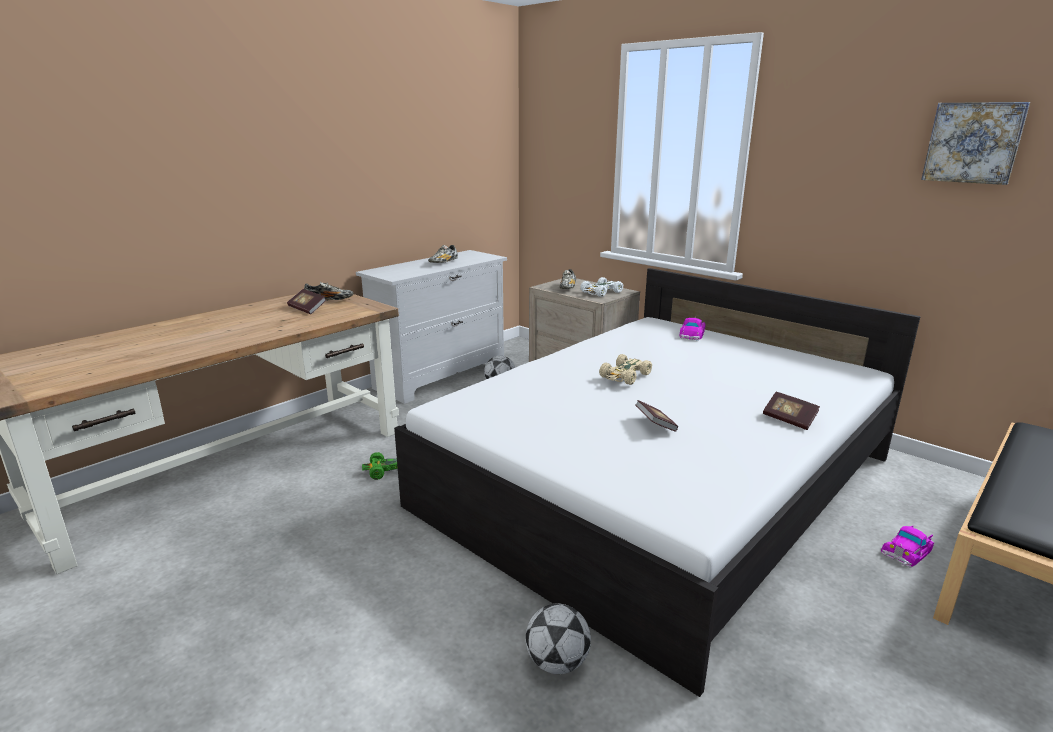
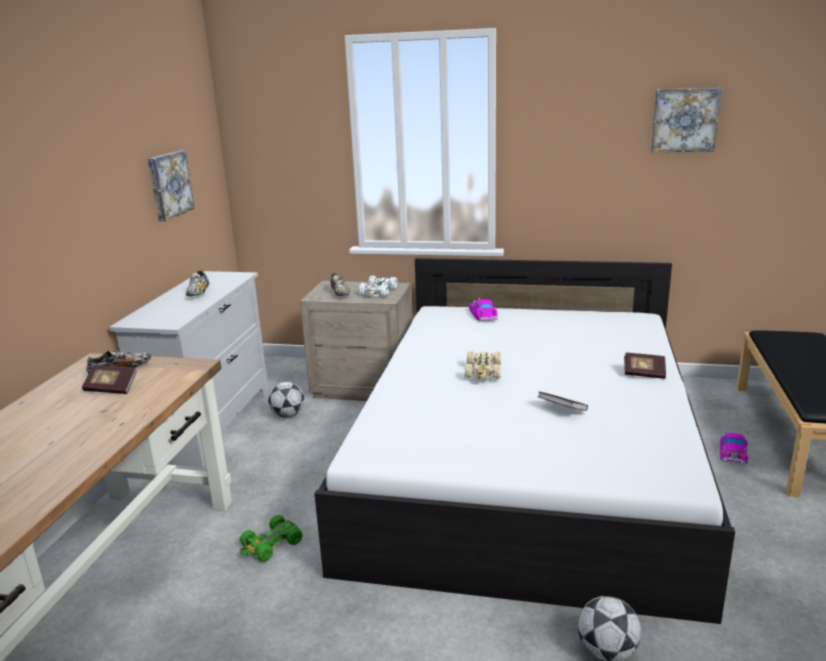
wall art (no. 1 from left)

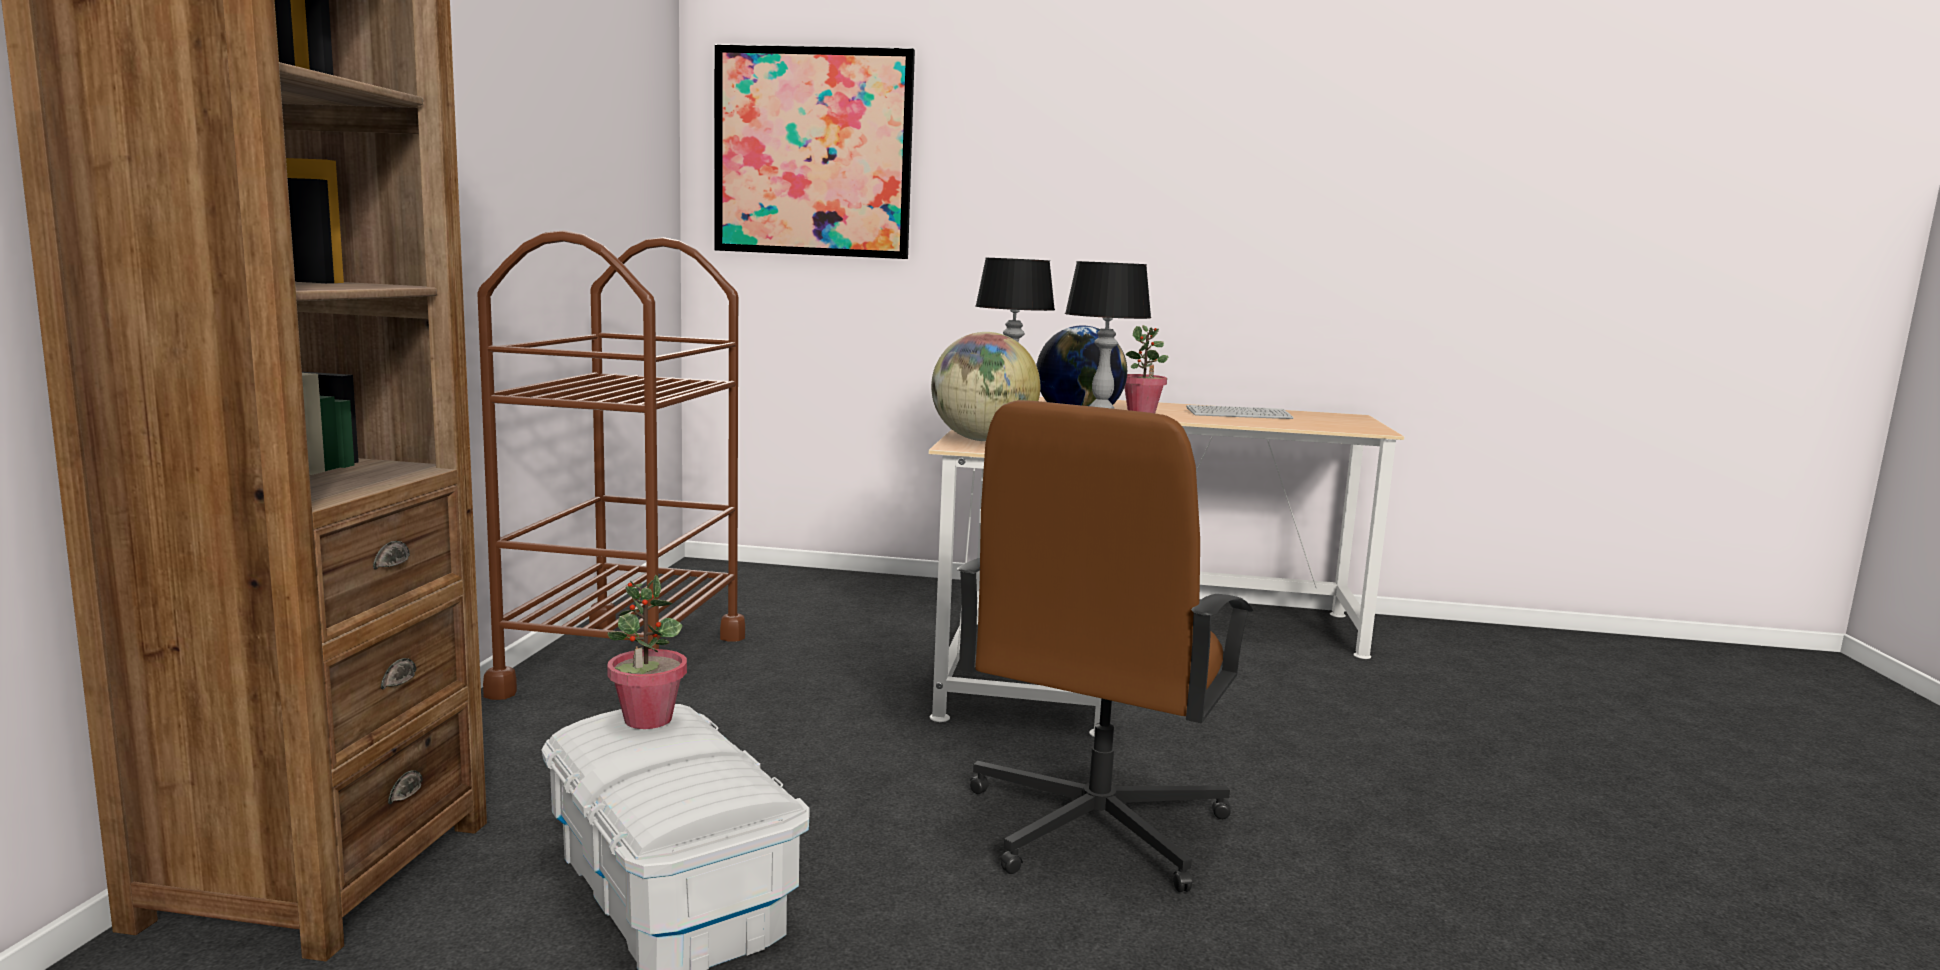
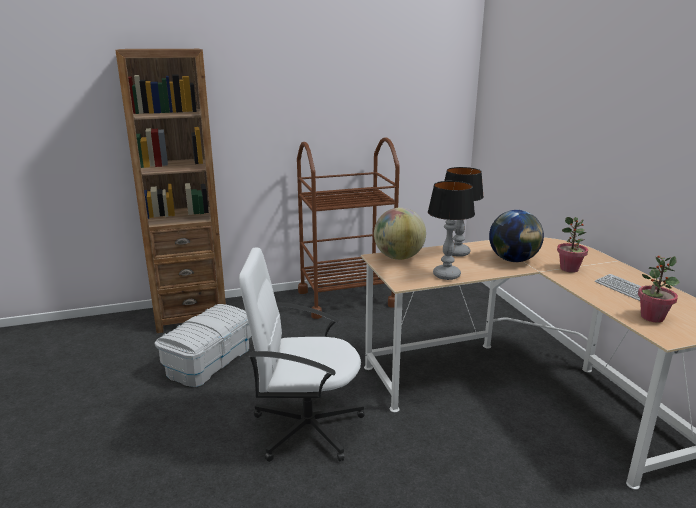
wall art
white-coloured computer chair
plant in a pot (no. 2 from left)

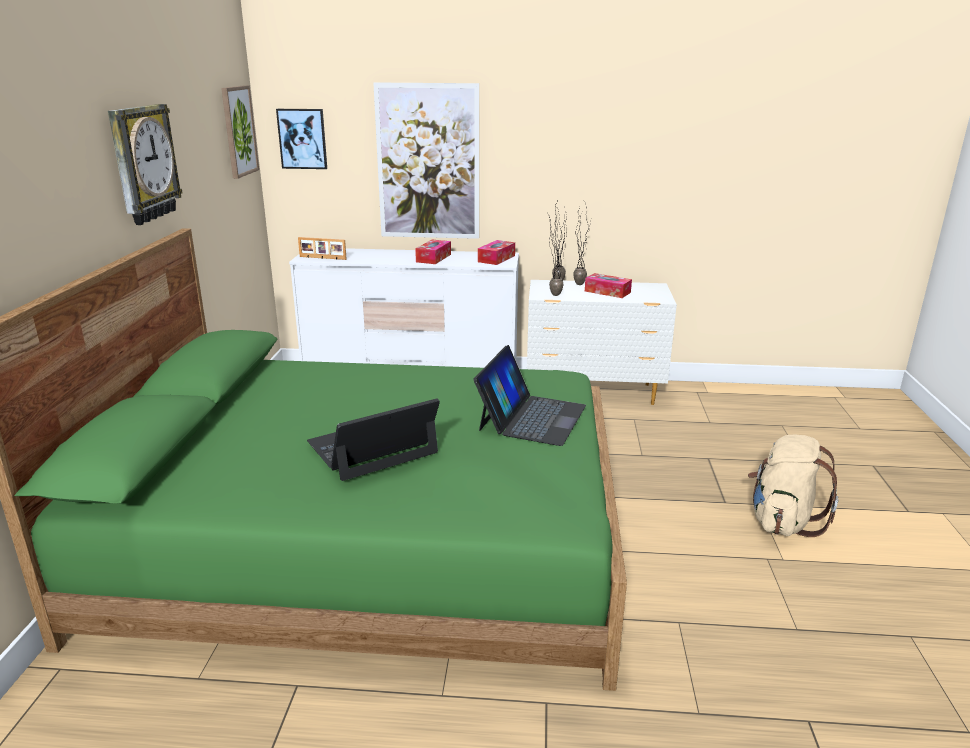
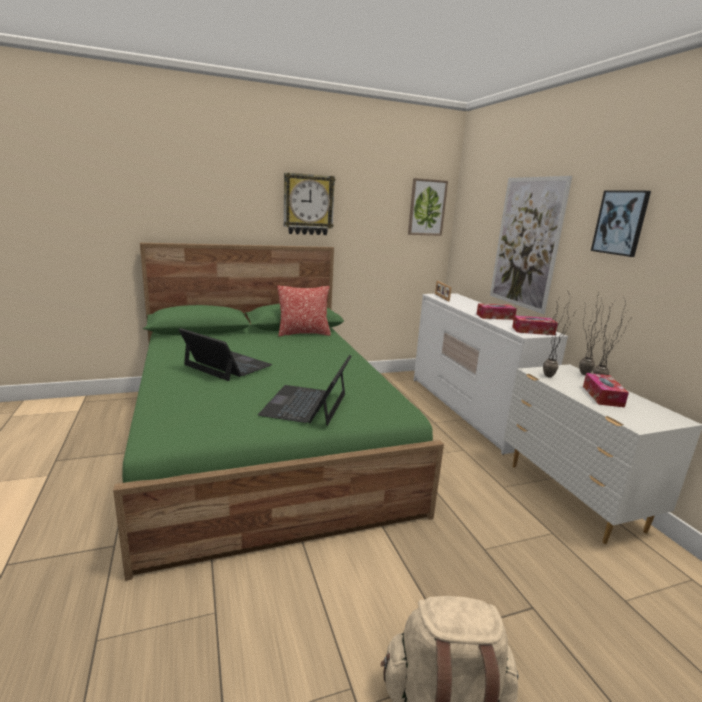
wall art (no. 3 from left)
laptop (no. 2 from left)
throw pillow

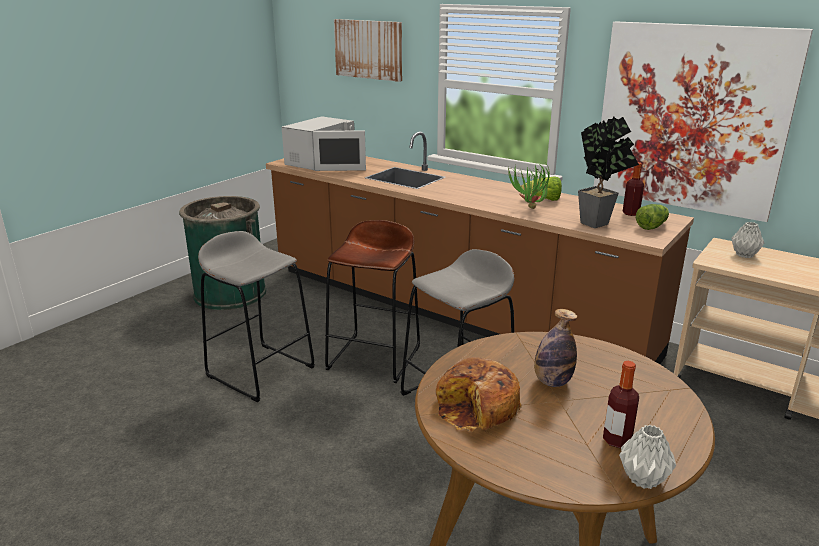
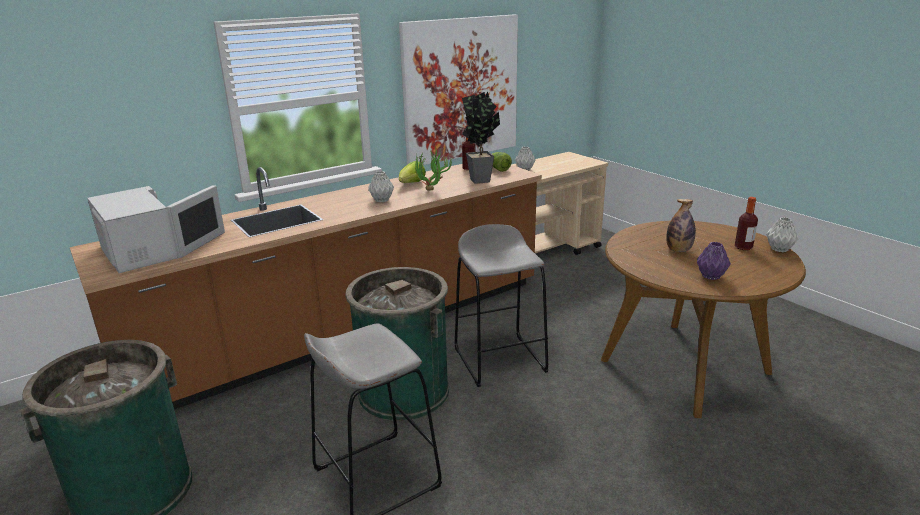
wall art (no. 1 from left in the first image)
green trash can (no. 2 from left)
purple vase
gray vase (no. 1 from left)

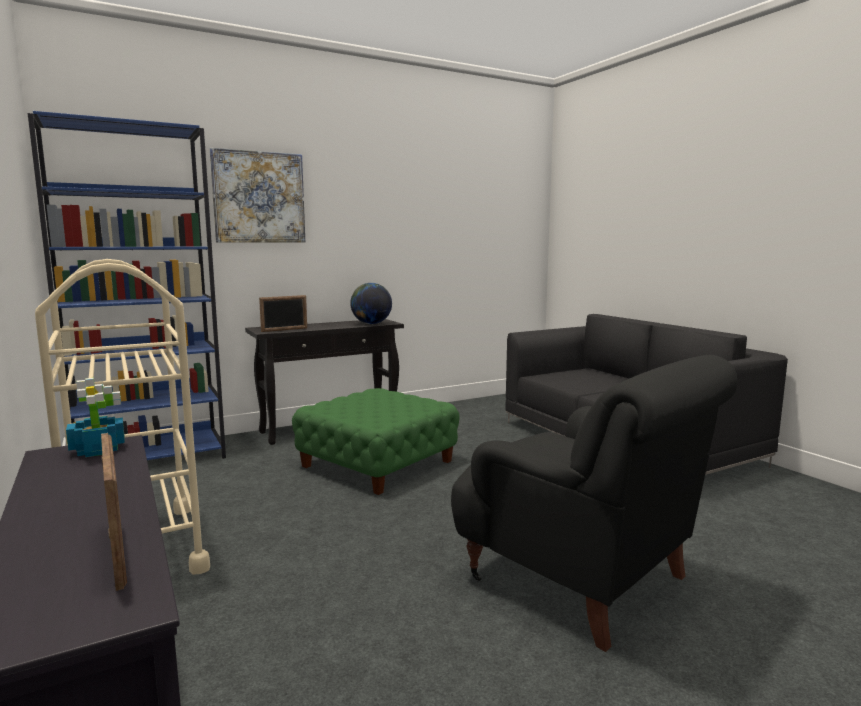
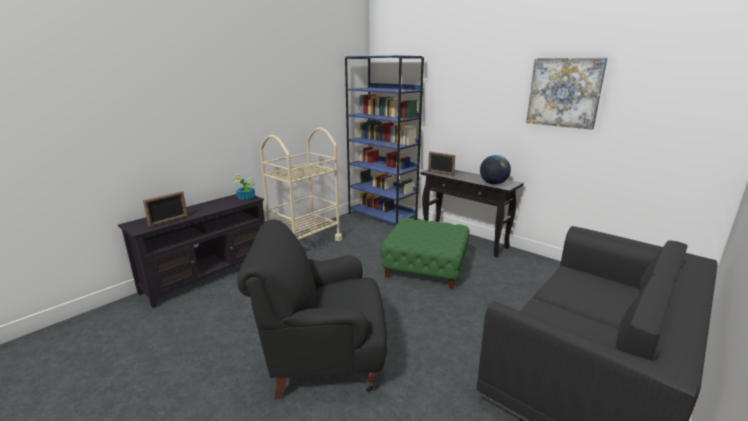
wall art
black lounge chair

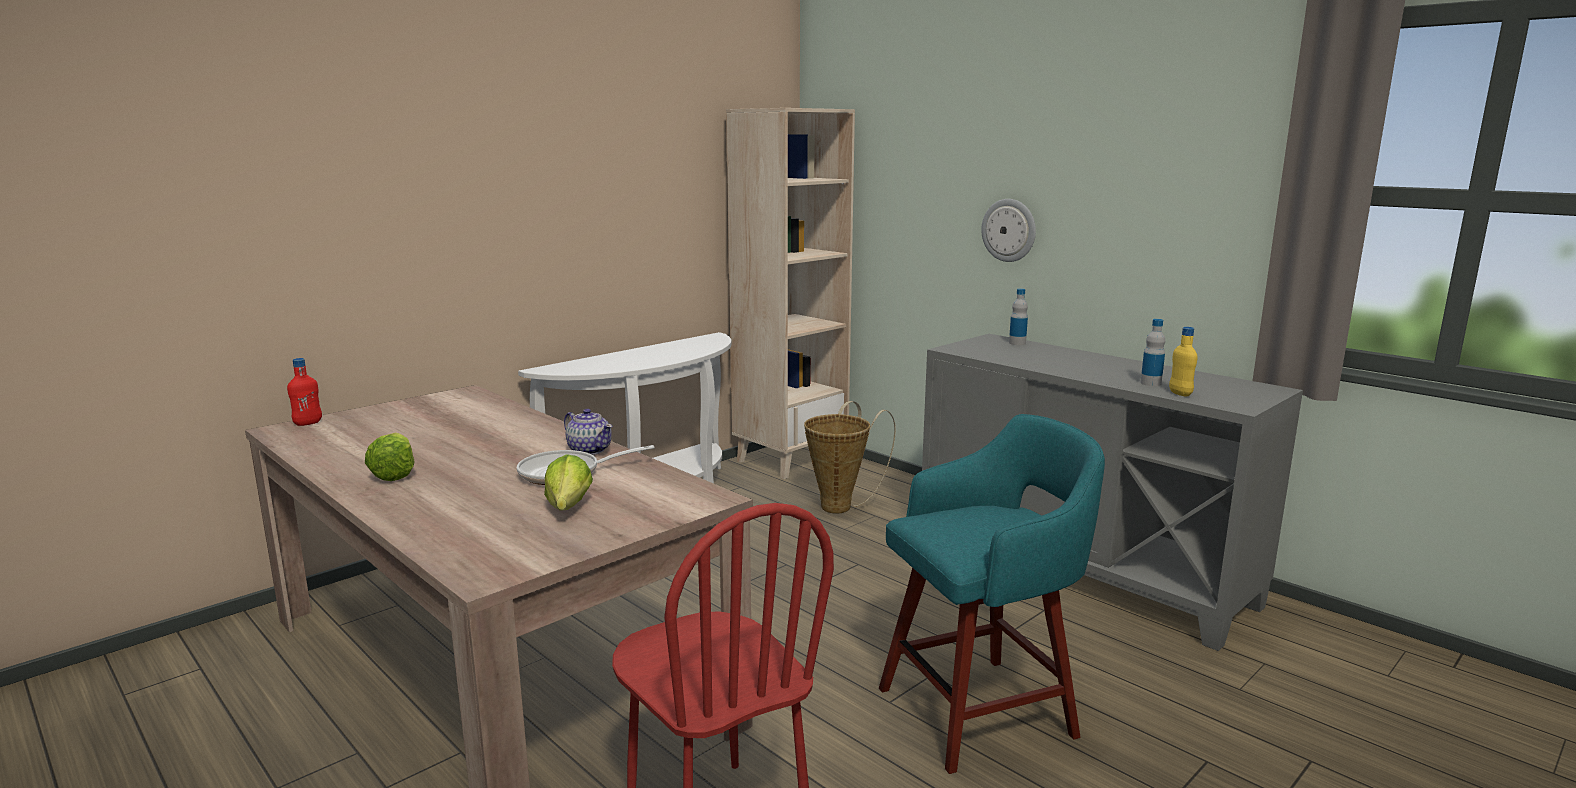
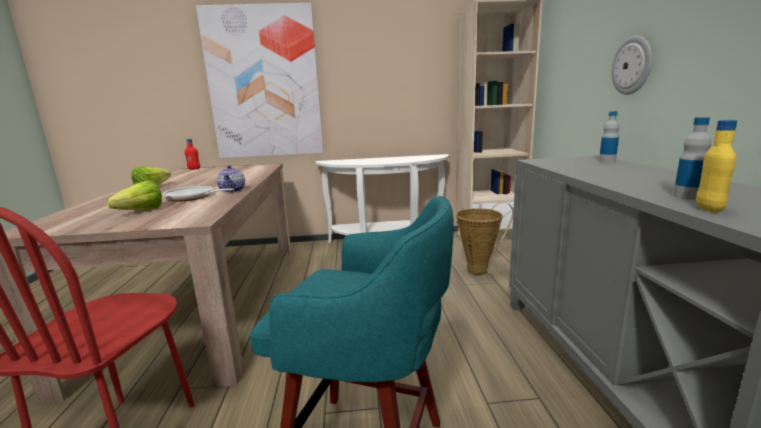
wall art

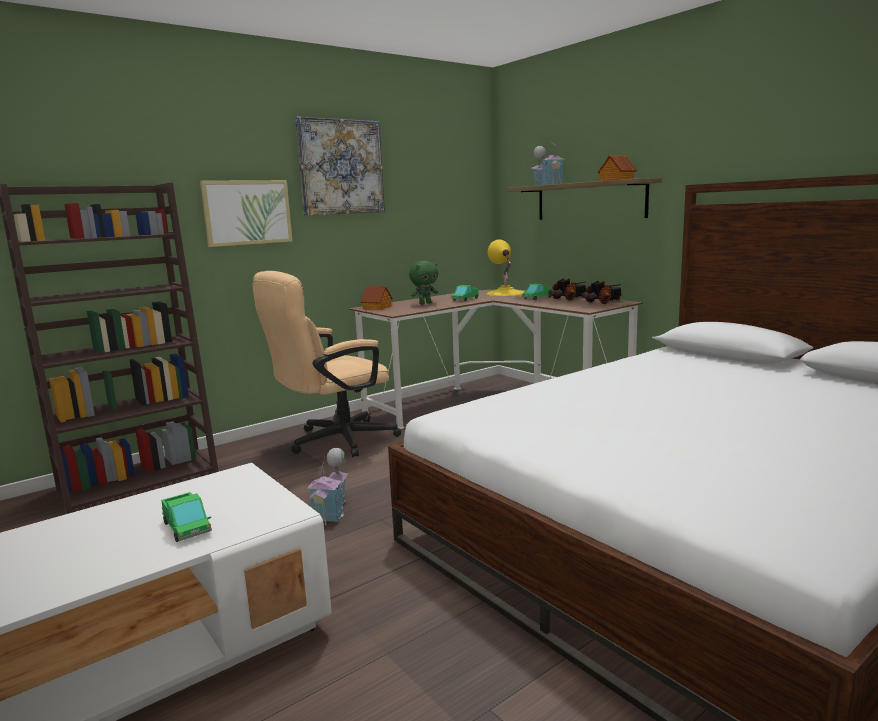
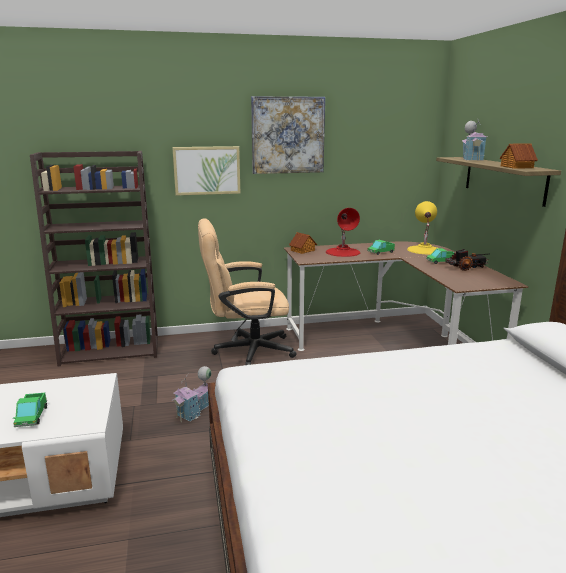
red tabletop lamp
model truck (no. 5 from left in the first image)

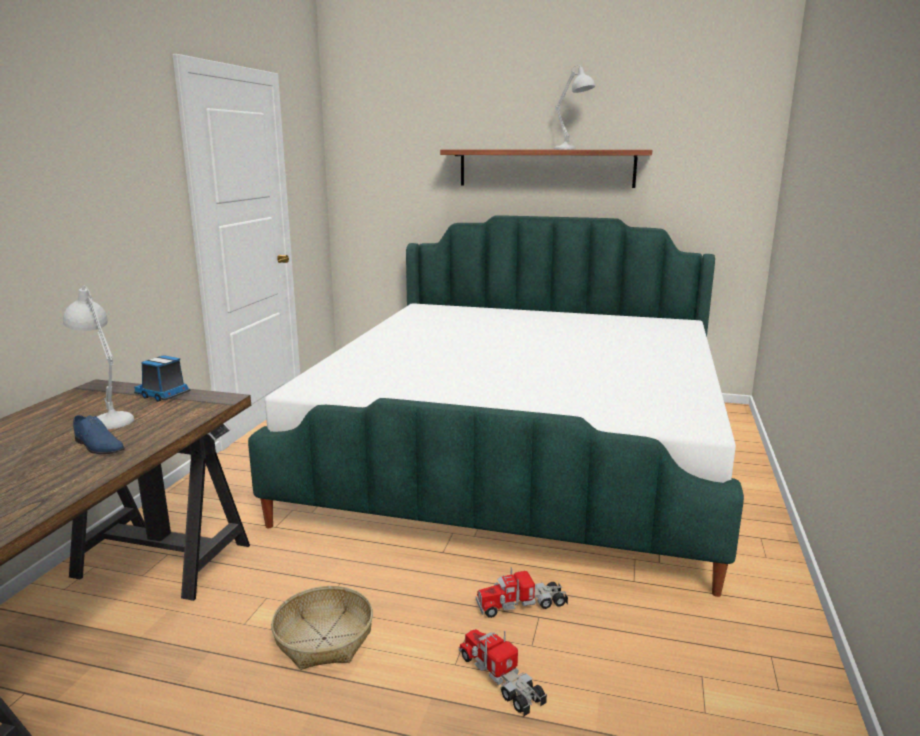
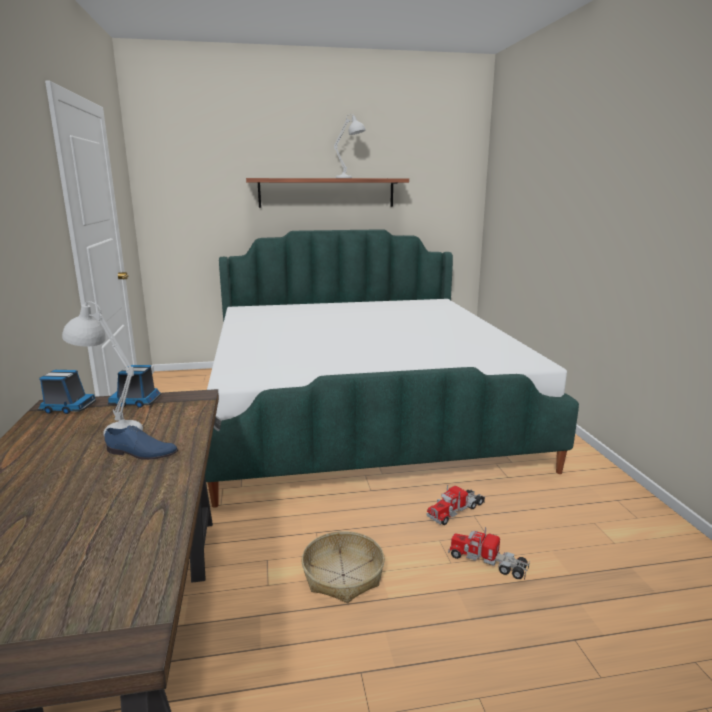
model truck (no. 1 from left)

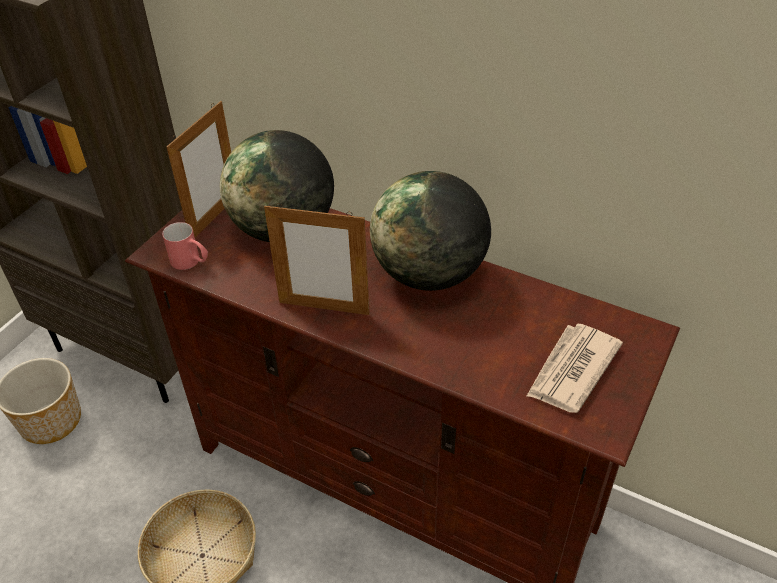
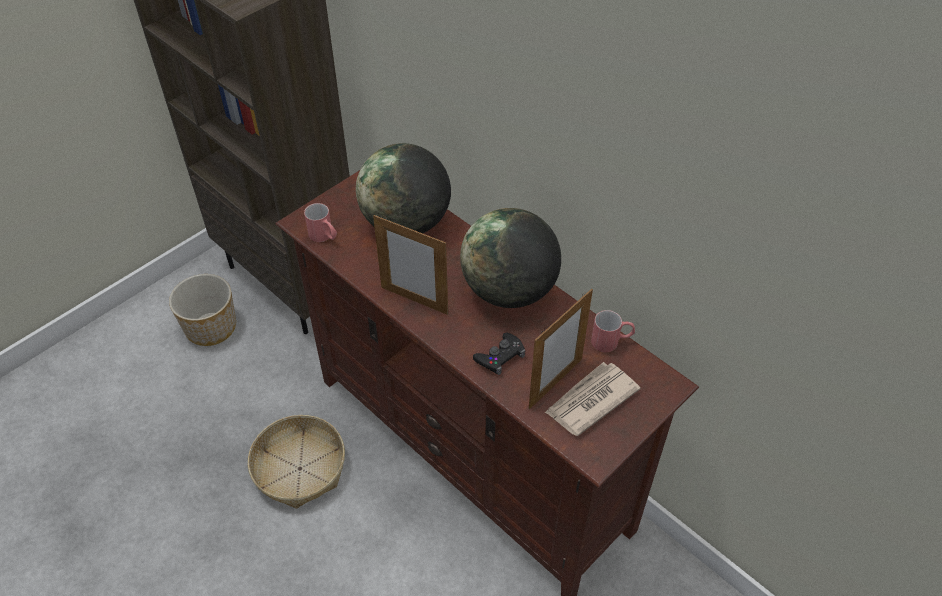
photo frame (no. 2 from left)
red mug (no. 2 from left)
black gamepad

